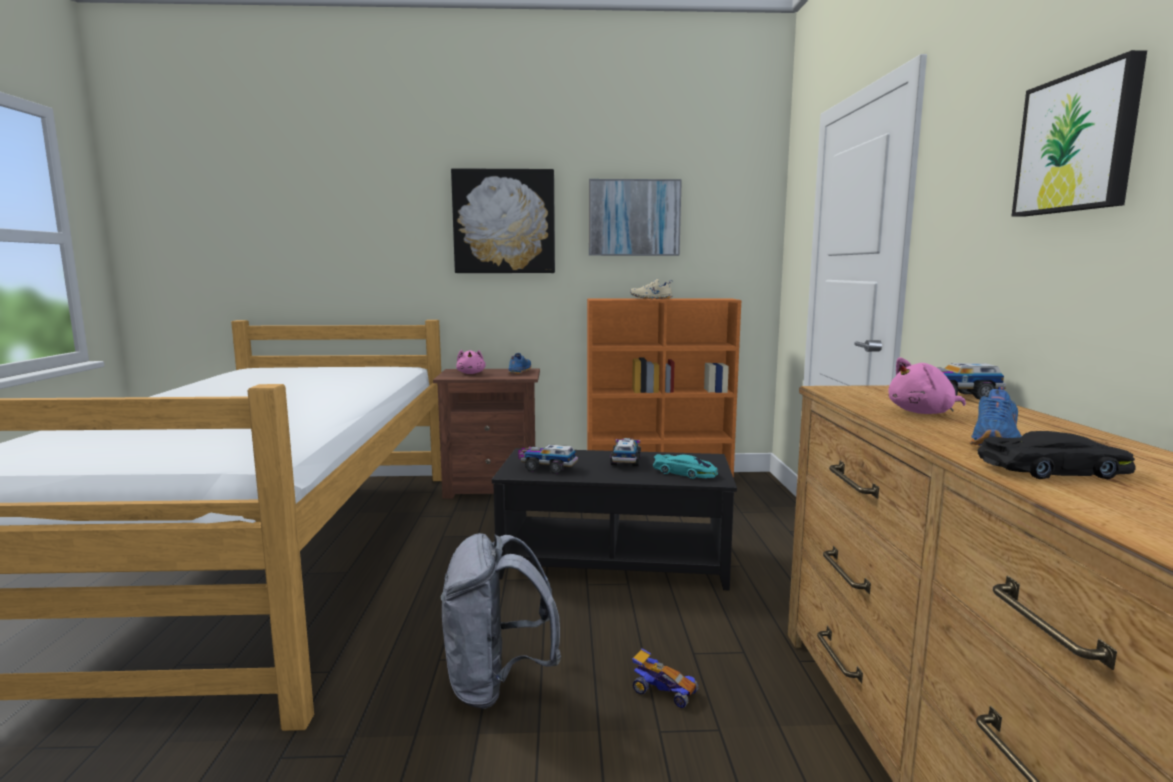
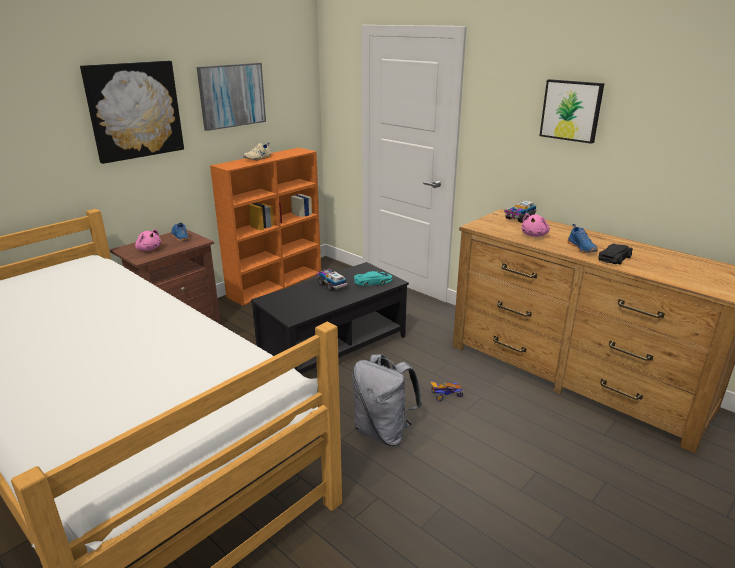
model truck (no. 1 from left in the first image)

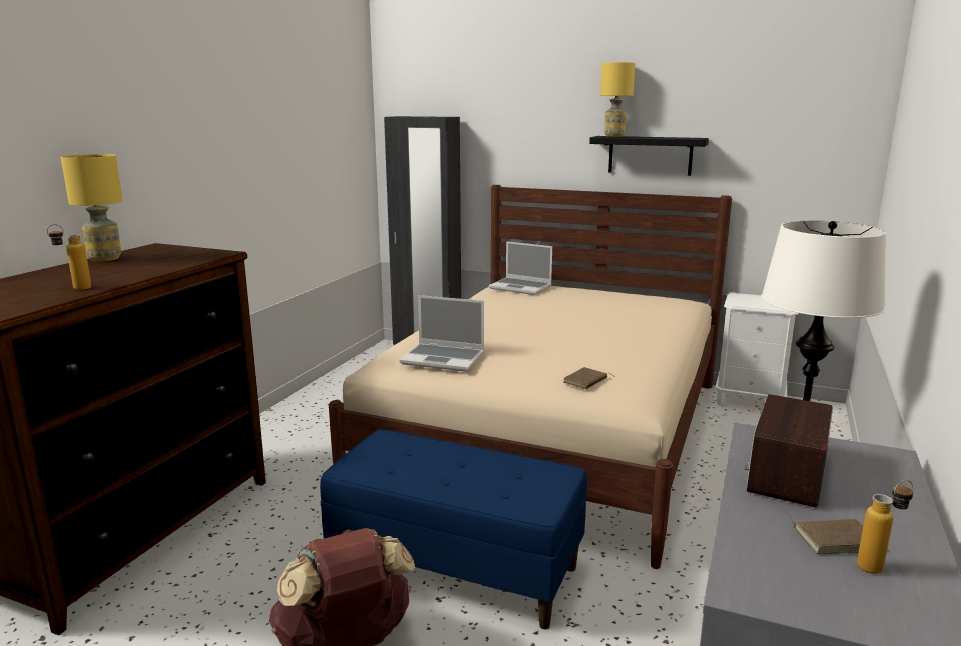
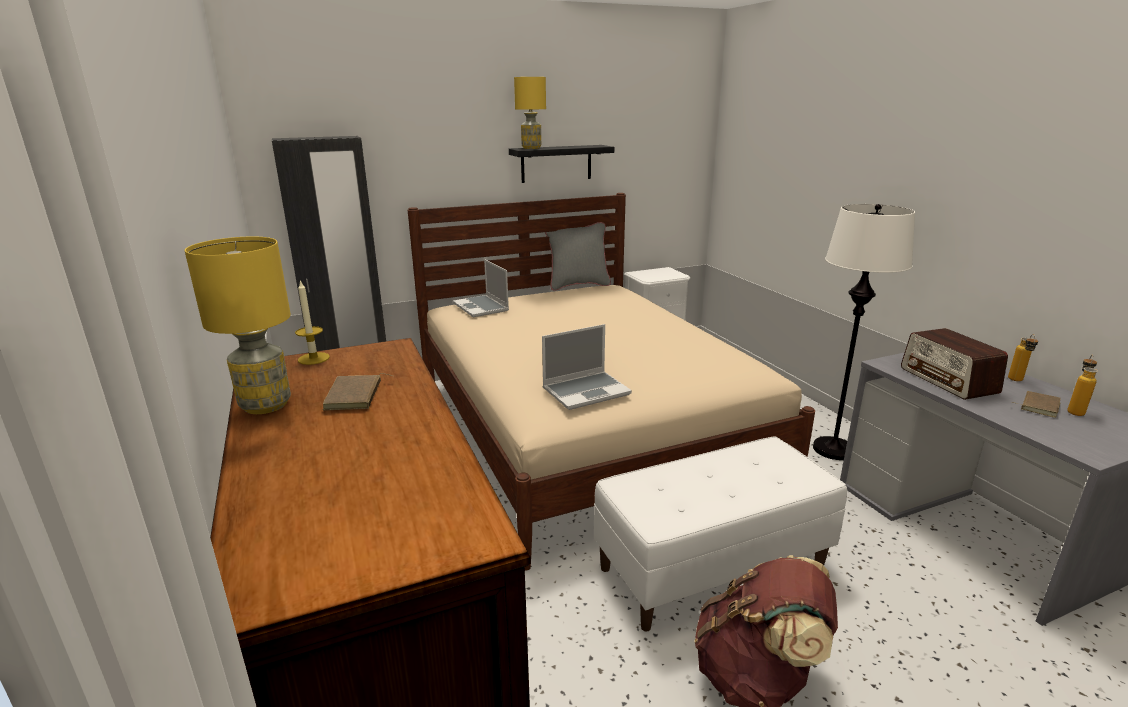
beverage bottle (no. 1 from left)
laptop (no. 1 from left)
brown-coloured bound book (no. 1 from left)
white-coloured bench
gray throw pillow
candle

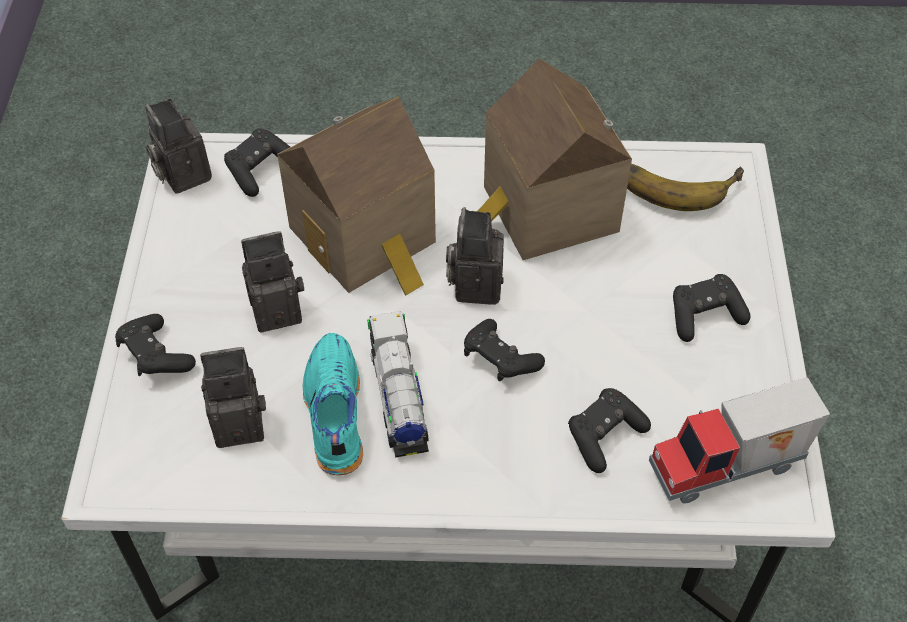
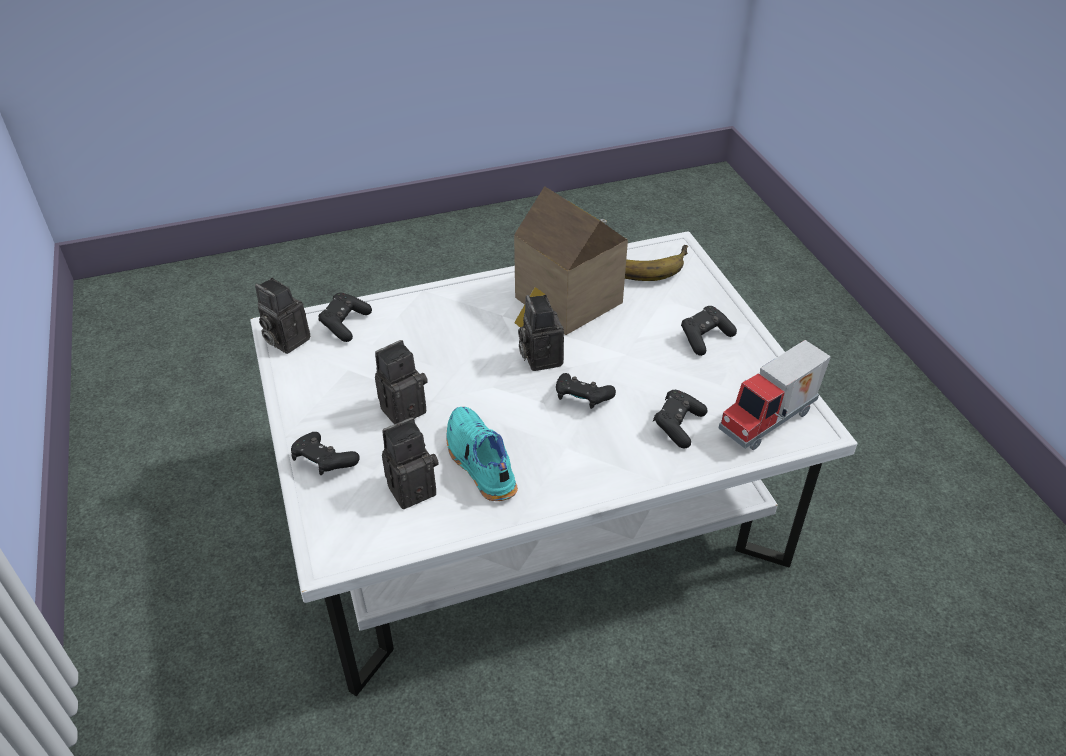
model house (no. 1 from left in the first image)
model truck (no. 1 from left in the first image)

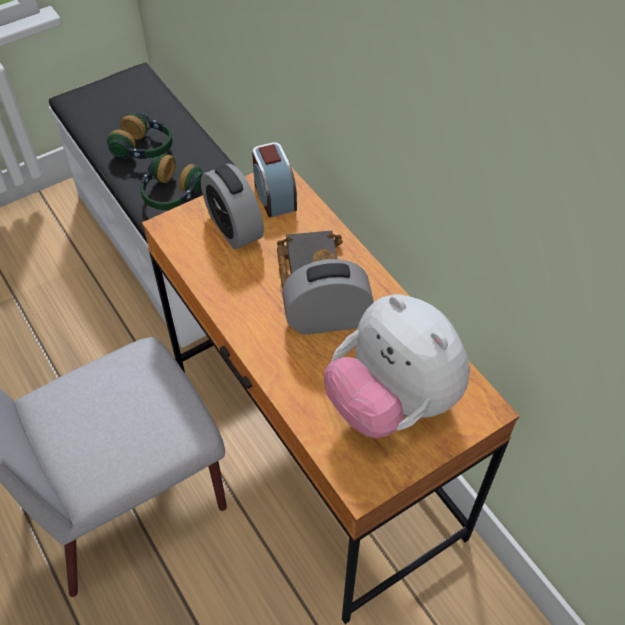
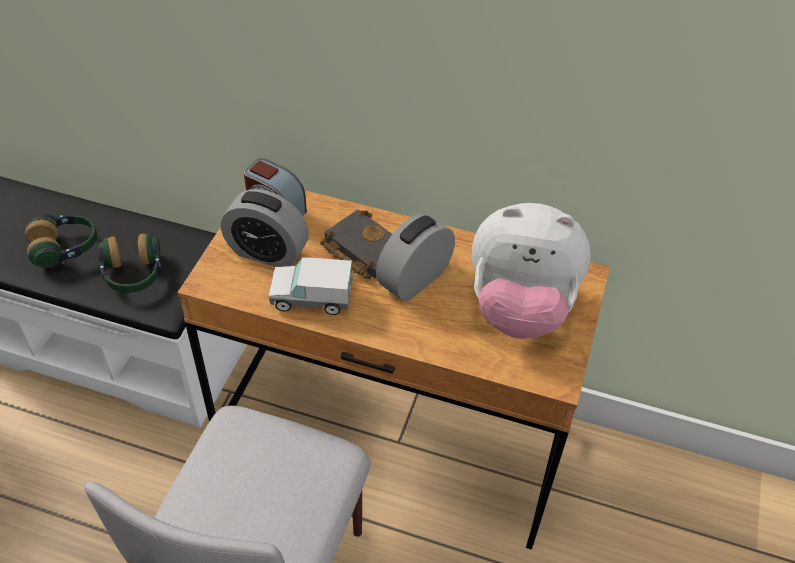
model truck

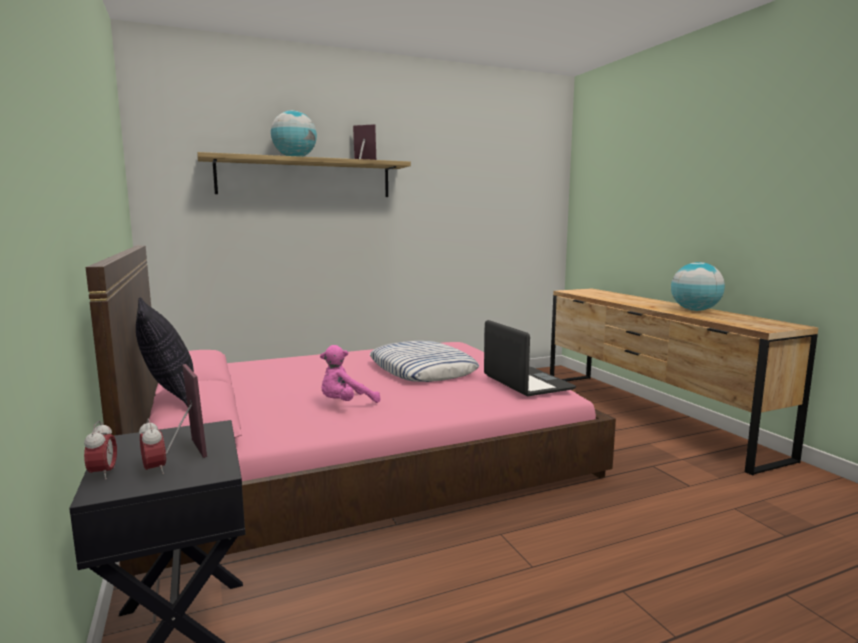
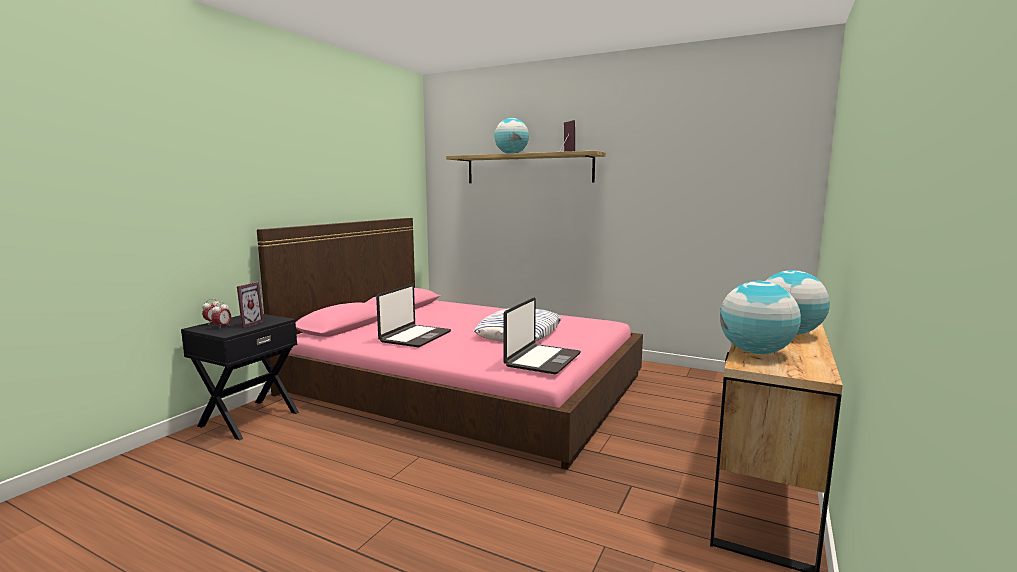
throw pillow (no. 1 from left in the first image)
laptop (no. 1 from left)
desk globe (no. 2 from left)

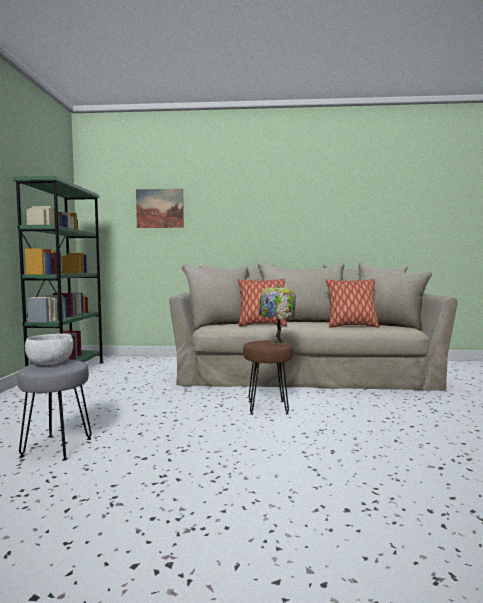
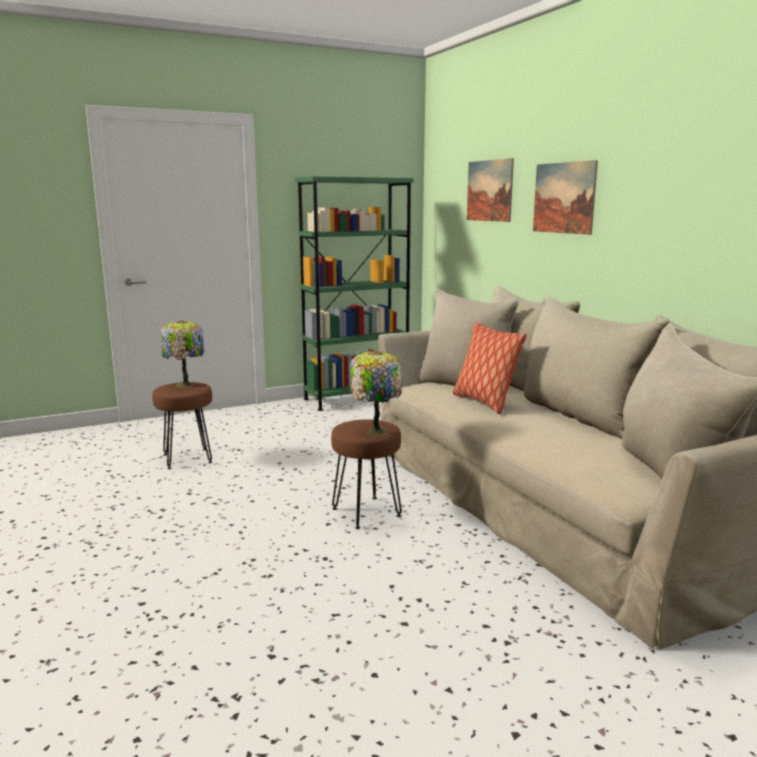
throw pillow (no. 2 from left in the first image)
tabletop lamp (no. 1 from left)
brown-coloured sitting stool (no. 1 from left)
wall art (no. 2 from left)

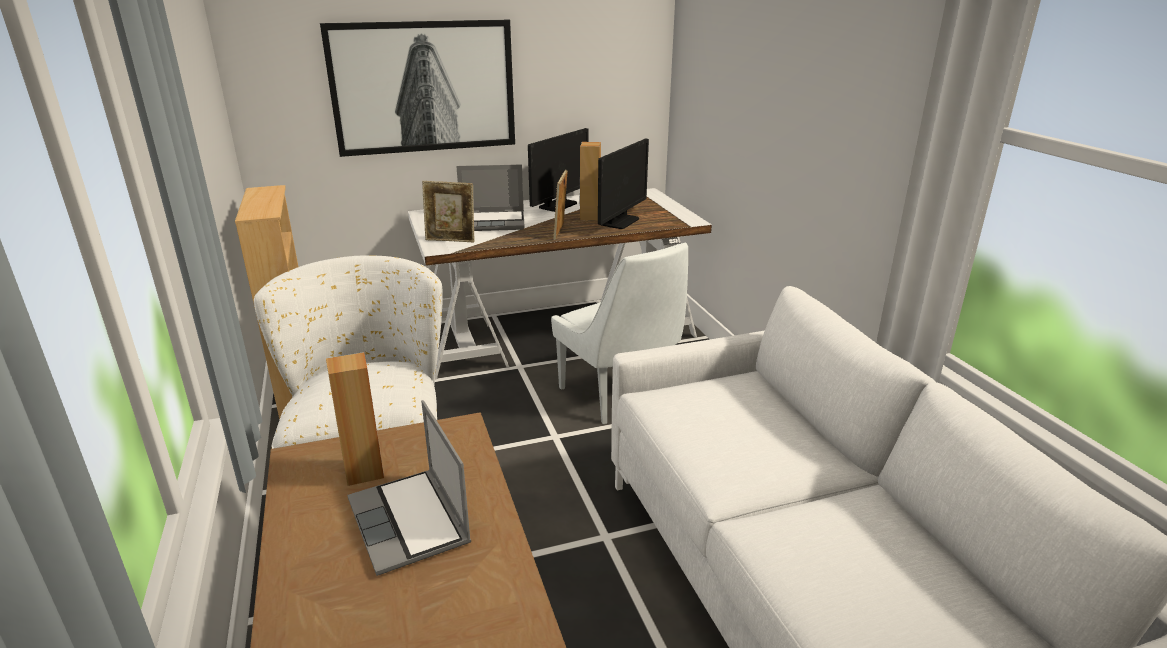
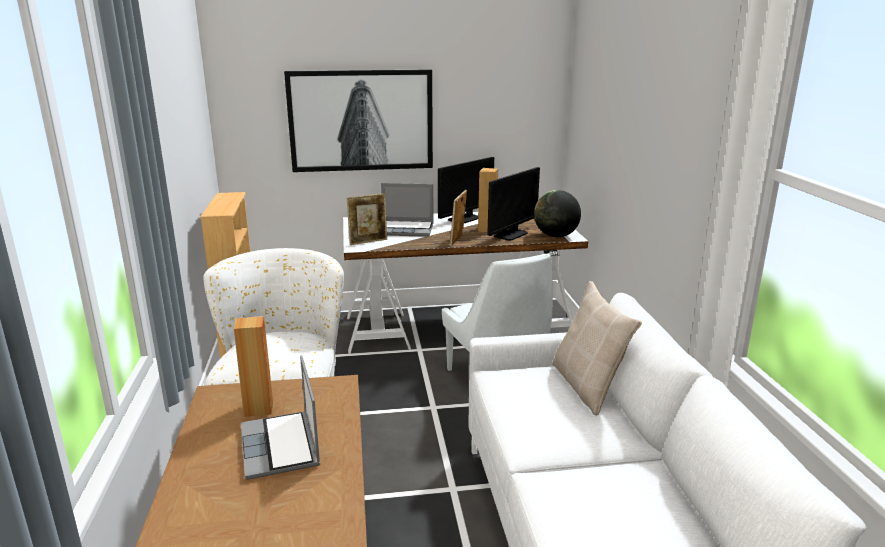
photo frame (no. 1 from left)
desk globe
sand-coloured throw pillow

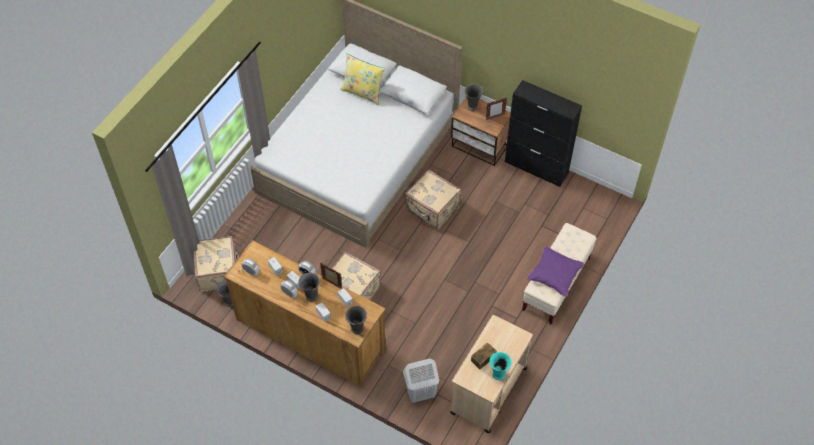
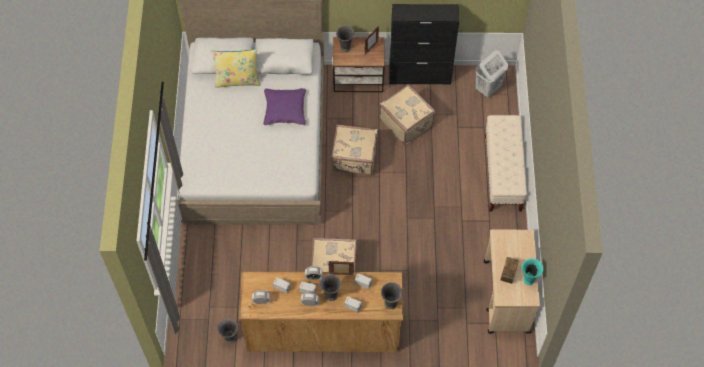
sand-coloured piece of luggage (no. 3 from left)
purple throw pillow
white-coloured washing basket

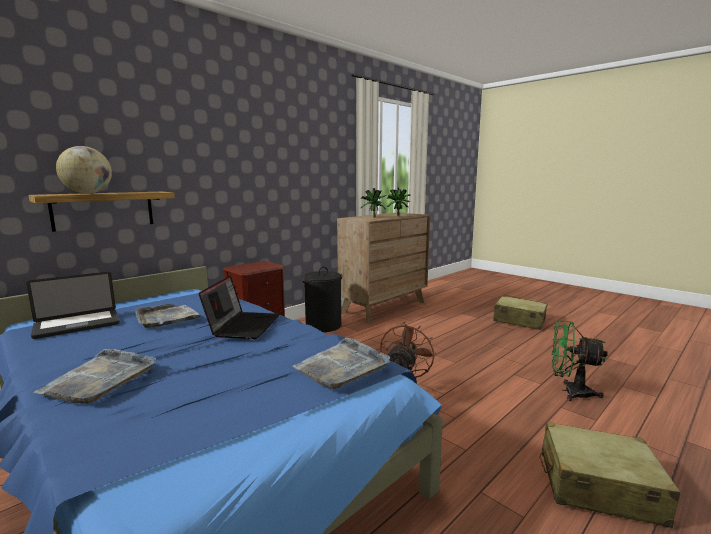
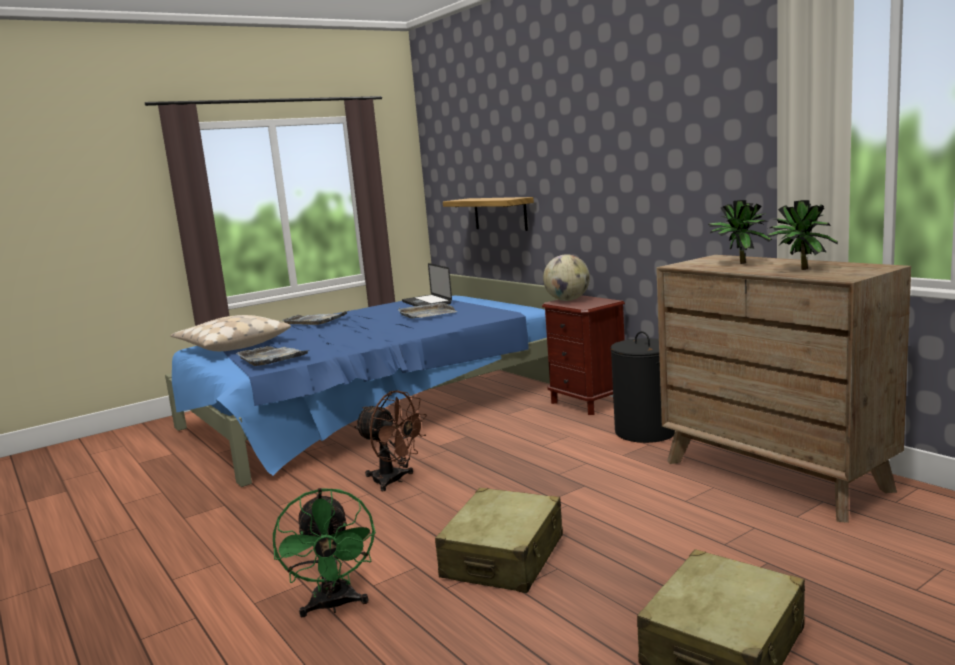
desk globe
laptop (no. 2 from left in the first image)
green electric fan
sand-coloured piece of luggage (no. 1 from left)
sand-coloured throw pillow

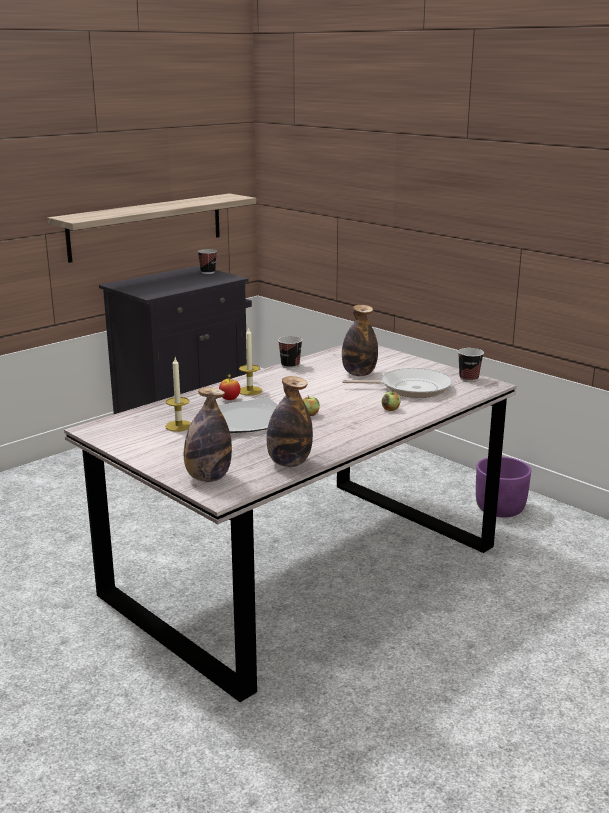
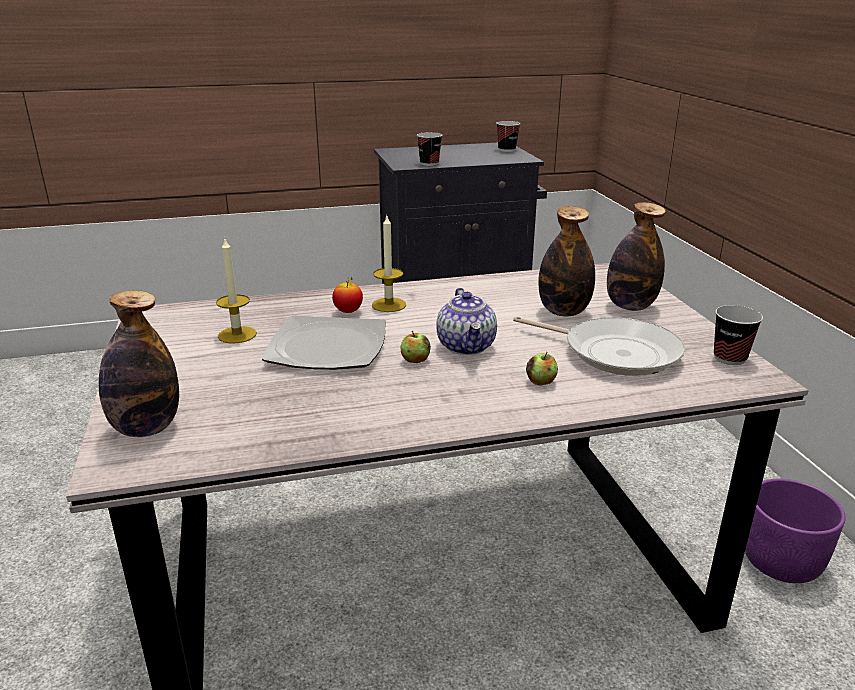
shelf
drinking cup (no. 1 from left)
beverage bottle (no. 3 from left)
teapot

